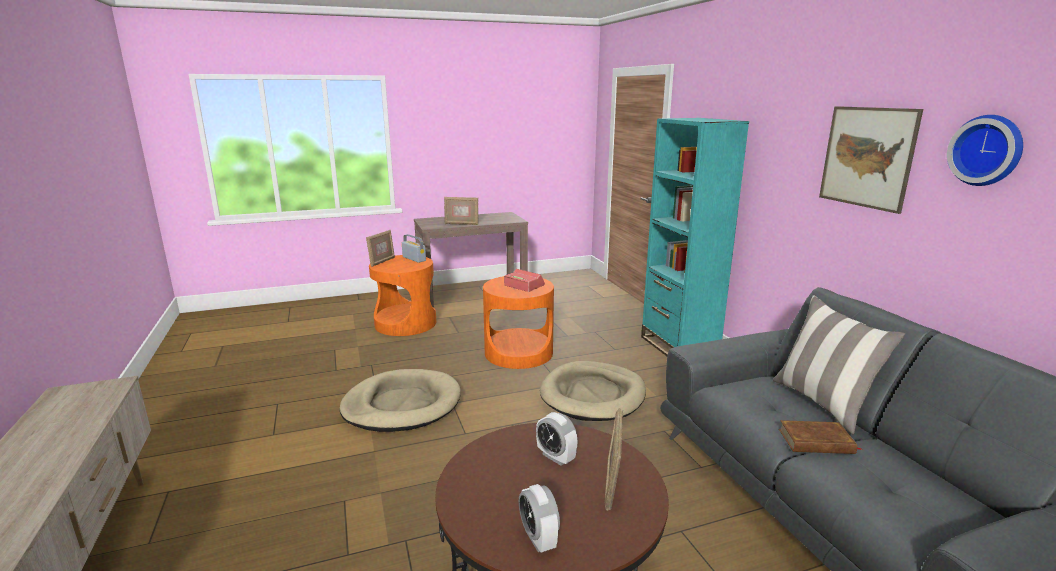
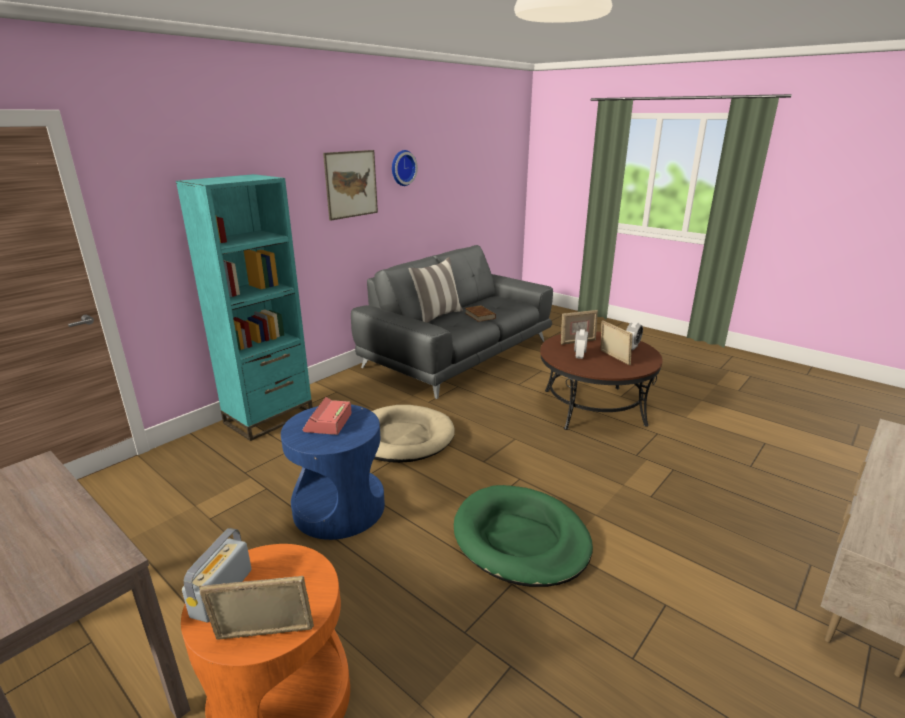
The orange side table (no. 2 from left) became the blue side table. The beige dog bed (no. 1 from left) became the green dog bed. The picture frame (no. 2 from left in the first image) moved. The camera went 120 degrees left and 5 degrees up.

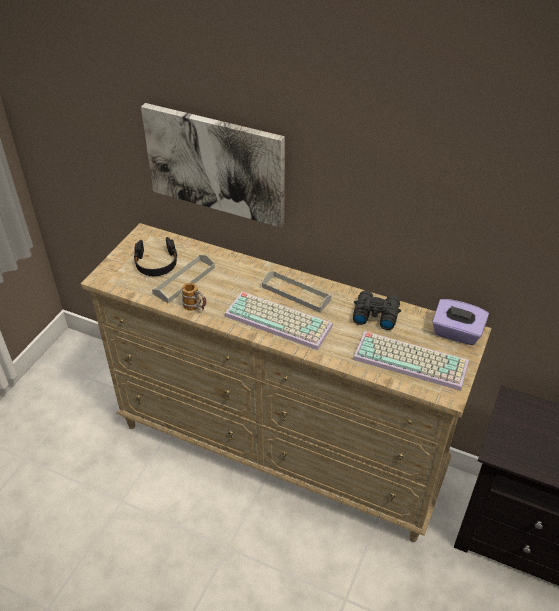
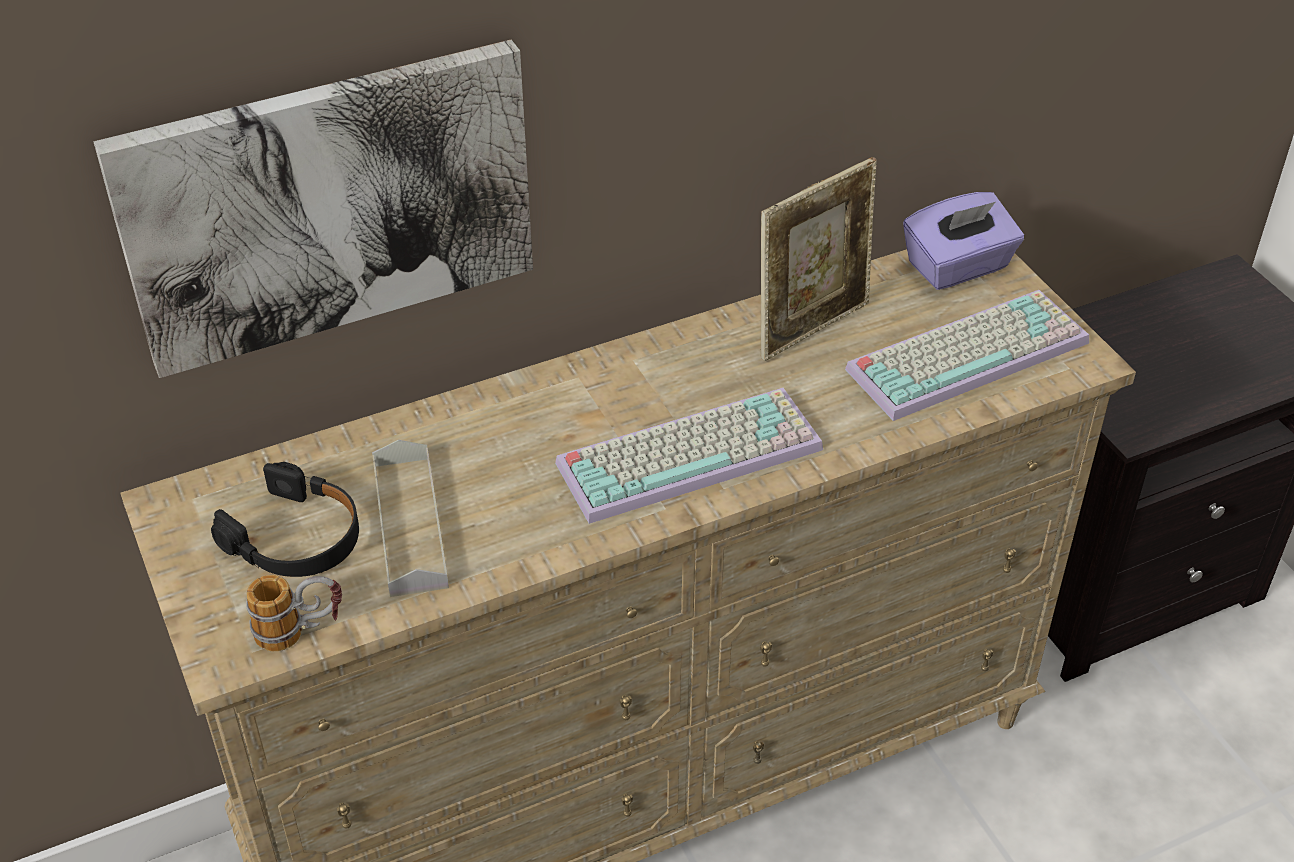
The mug moved. The black binoculars was replaced by the picture frame. The grey tray (no. 2 from left) disappeared. The camera went 50 degrees left and 0 degrees up.

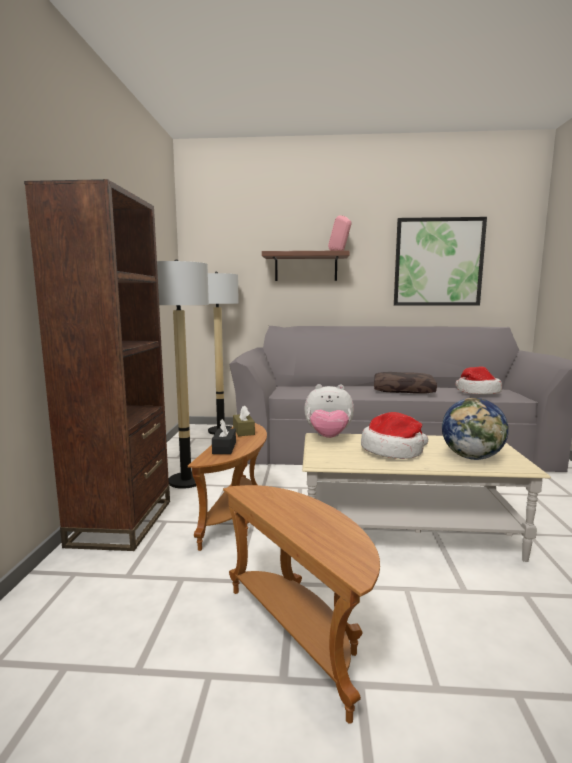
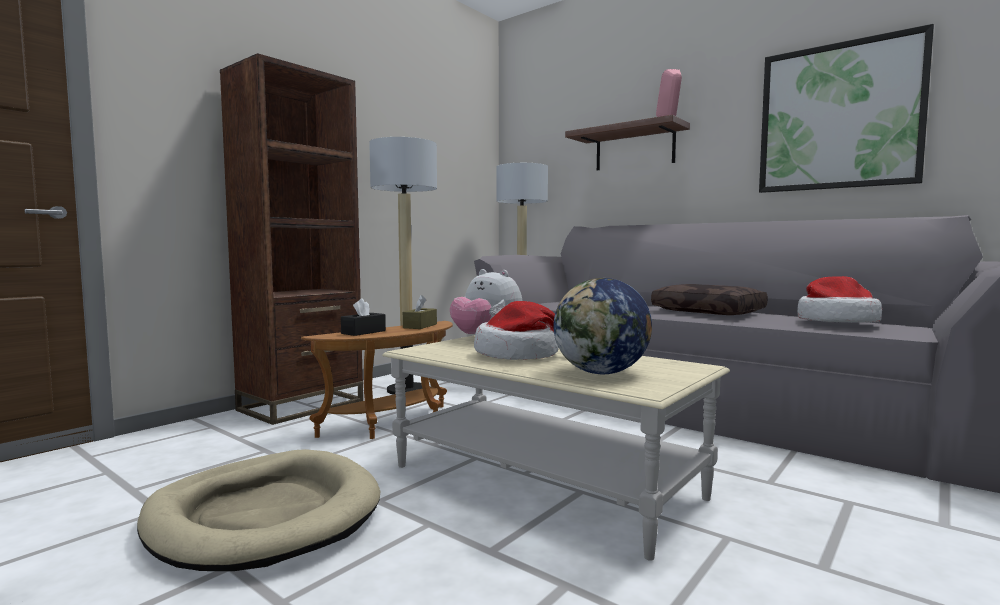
The brown side table (no. 2 from left) was replaced by the beige dog bed. The camera went 35 degrees right and 5 degrees down.

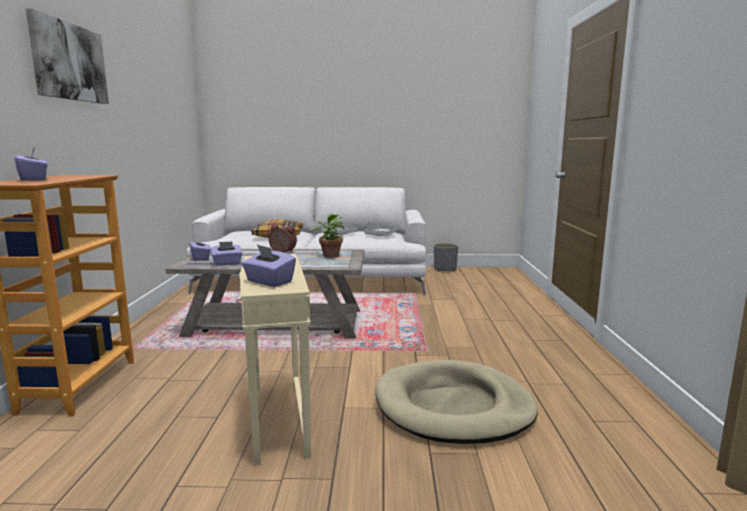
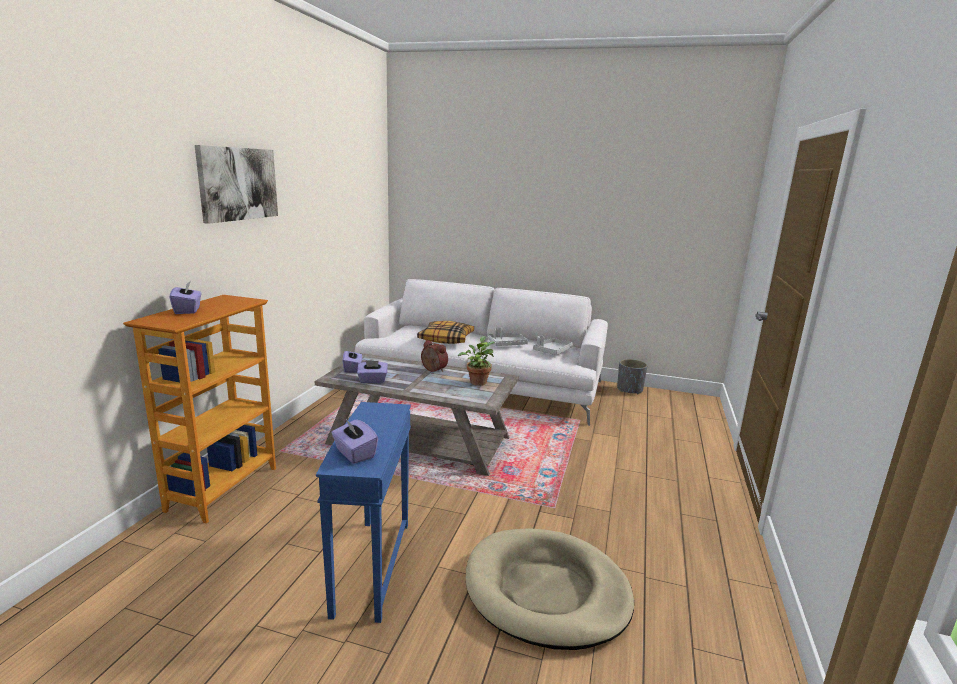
The beige side table became the blue side table. The camera went 15 degrees right and 5 degrees up.

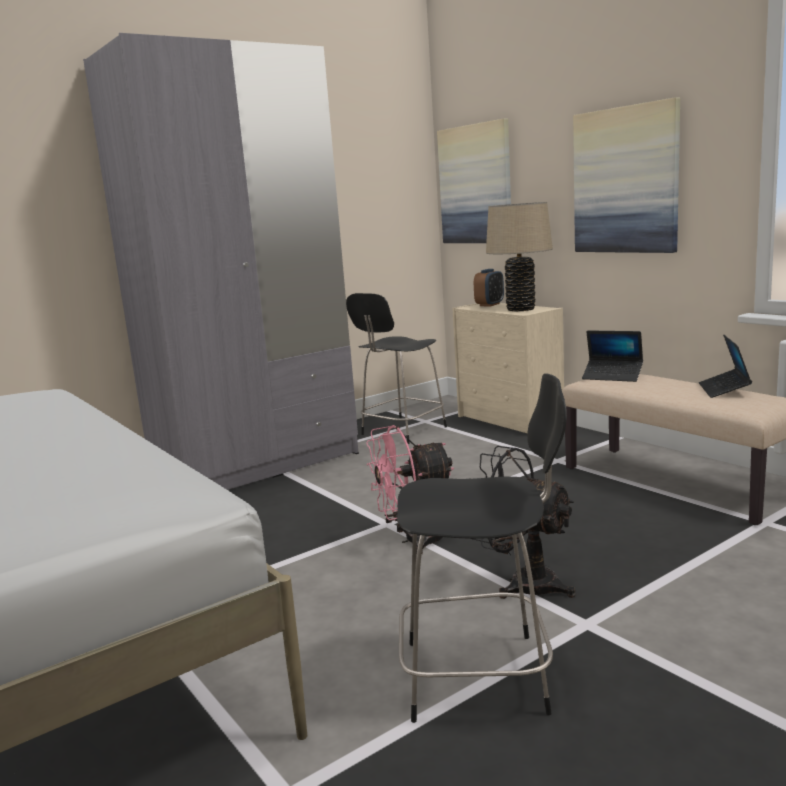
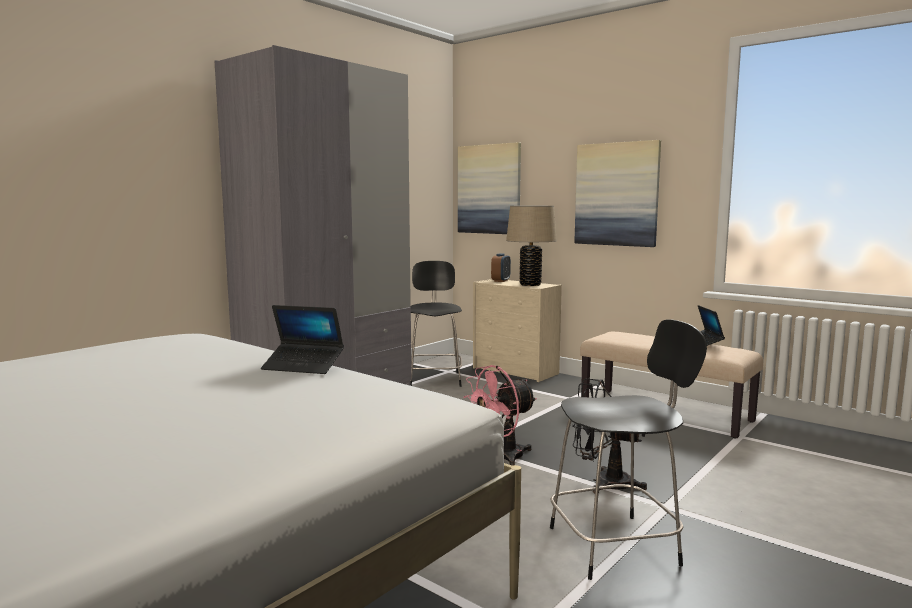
The laptop (no. 1 from left) moved. The black chair (no. 1 from left) turned 150 degrees clockwise. The camera went 15 degrees left and 5 degrees down.

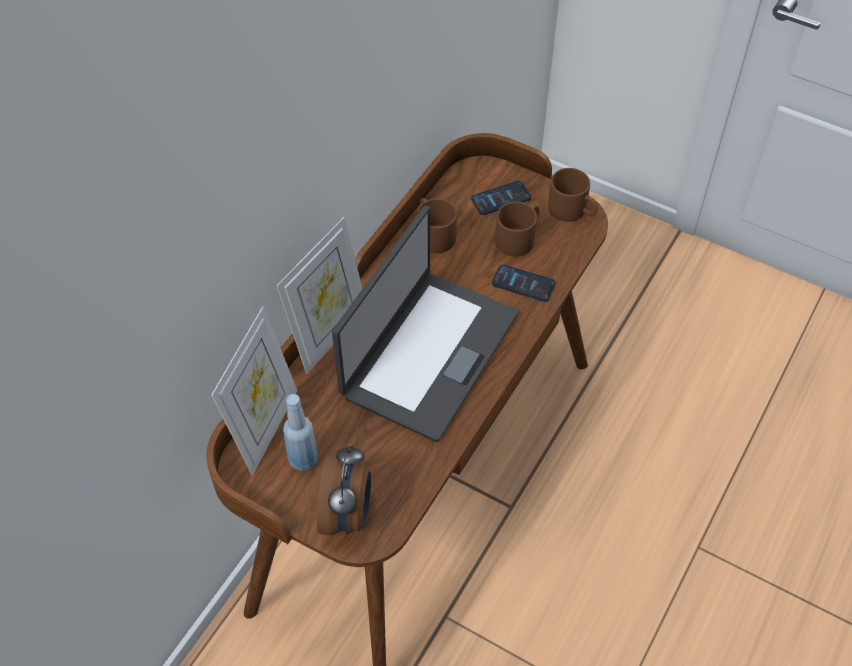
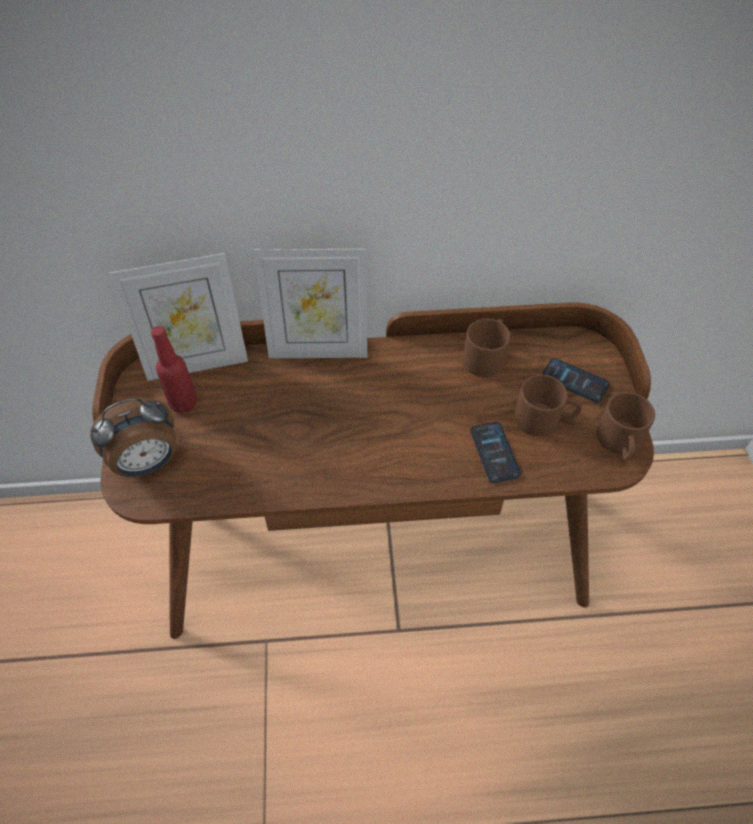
The blue bottle became the red bottle. The laptop disappeared. The camera went 55 degrees right and 0 degrees up.

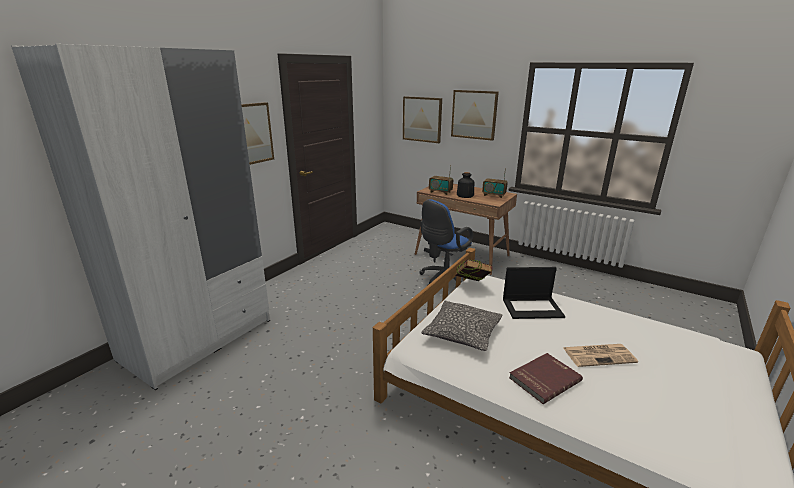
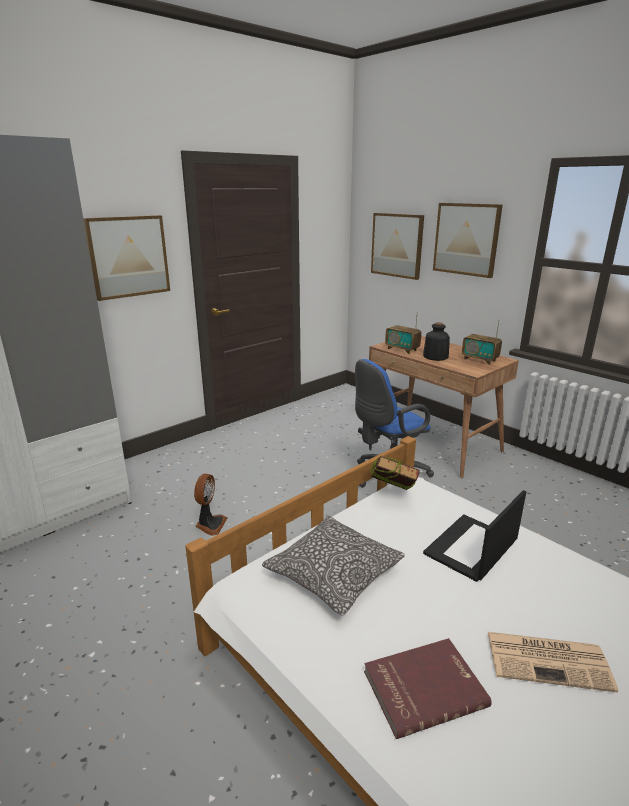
The fan appeared. The laptop turned 120 degrees clockwise. The camera went 15 degrees right and 0 degrees up.

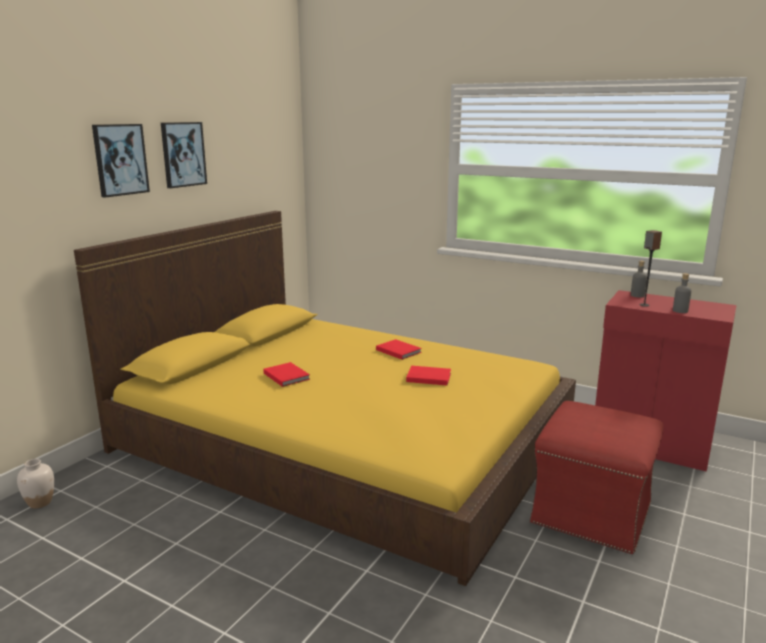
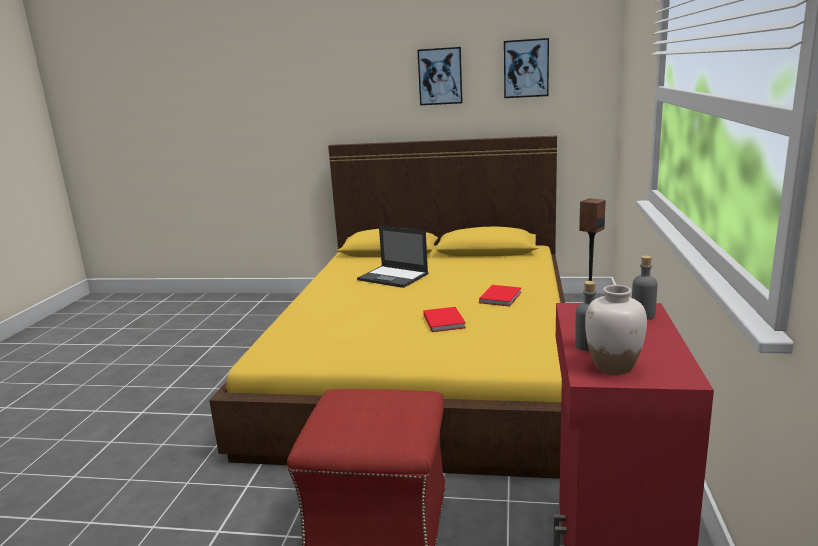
The red book (no. 1 from left) was replaced by the laptop. The picture (no. 1 from left in the first image) moved. The white vase moved. The camera went 70 degrees right and 0 degrees up.

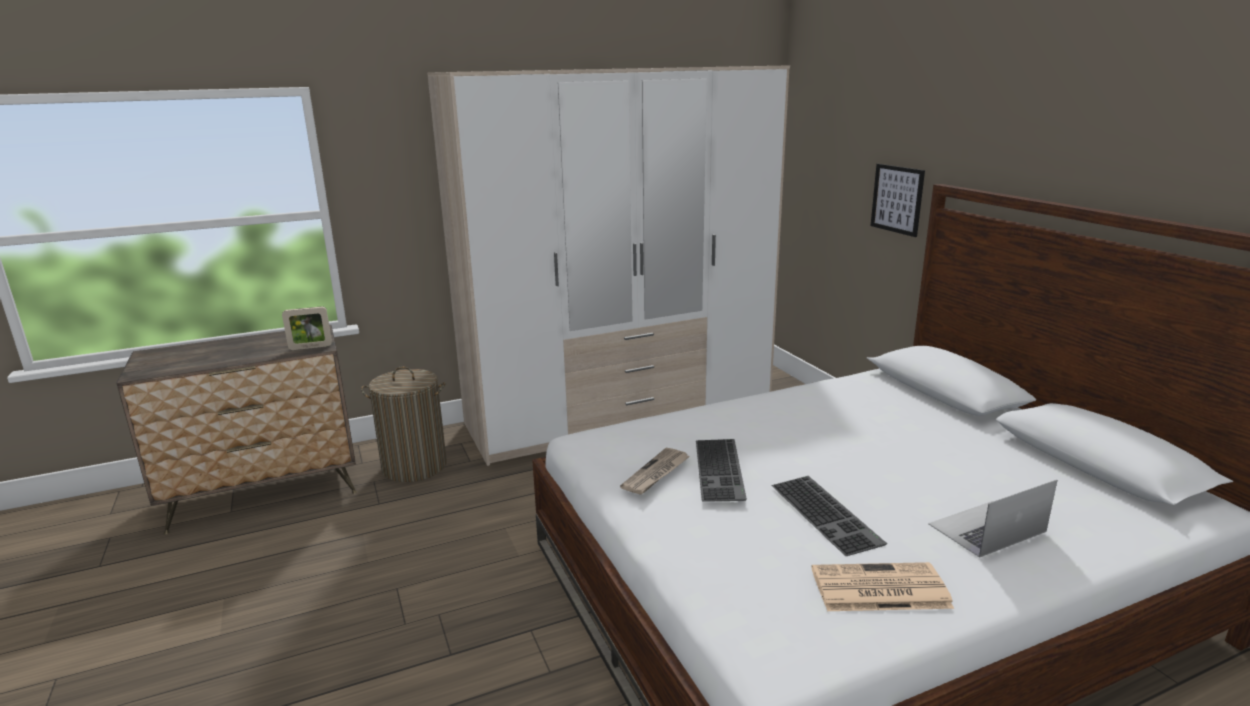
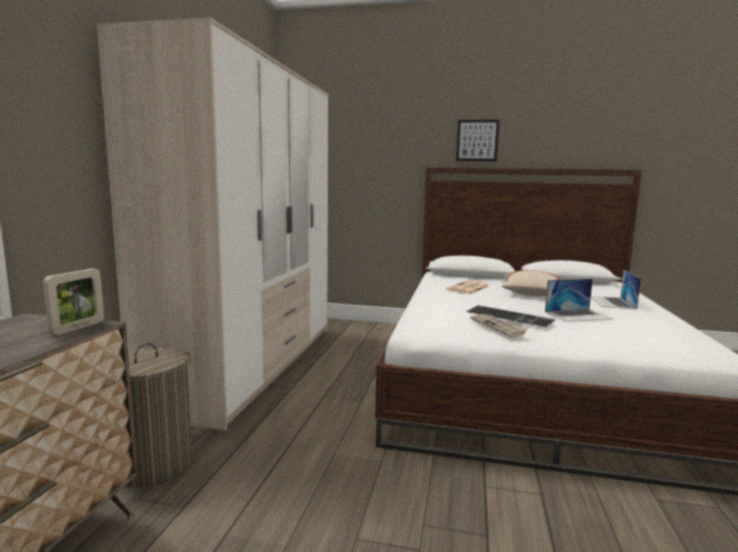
The newspaper (no. 2 from left in the first image) moved. The picture moved. The beige pillow appeared. The keyboard (no. 2 from left) was replaced by the laptop (no. 1 from left). The camera went 55 degrees left and 10 degrees down.

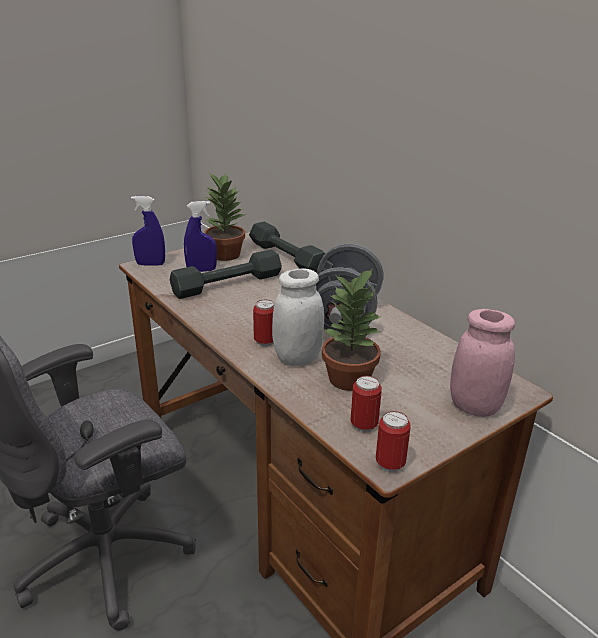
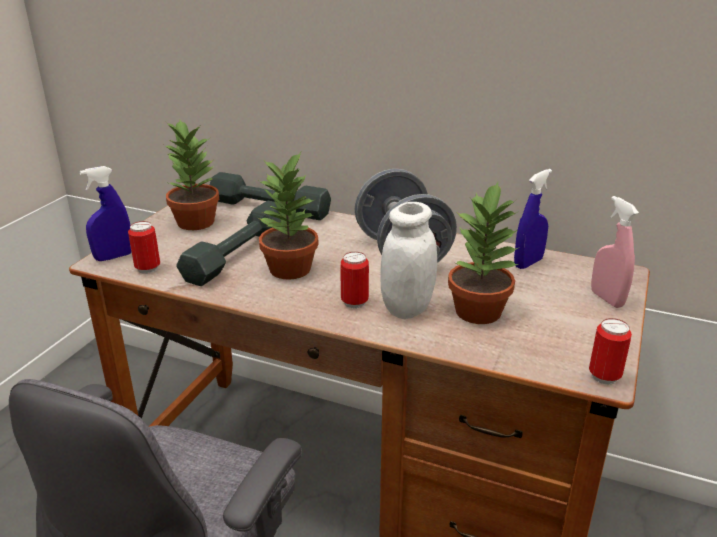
The can (no. 2 from left in the first image) moved. The potted plant (no. 2 from left) appeared. The blue spray bottle (no. 2 from left) moved. The pink jar was replaced by the pink spray bottle. The camera went 30 degrees left and 0 degrees up.

